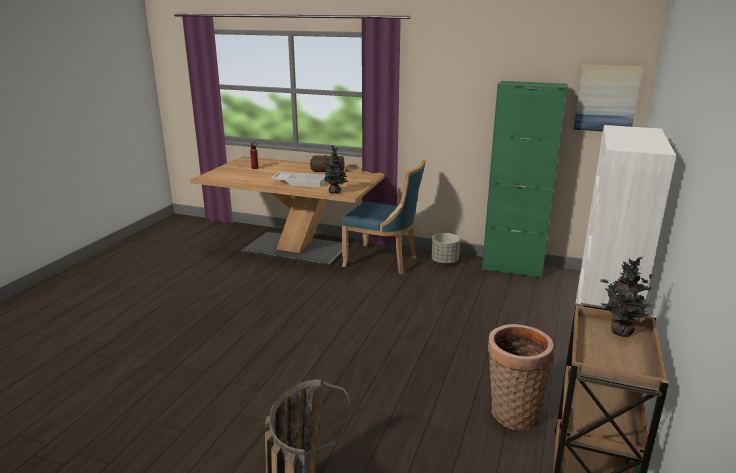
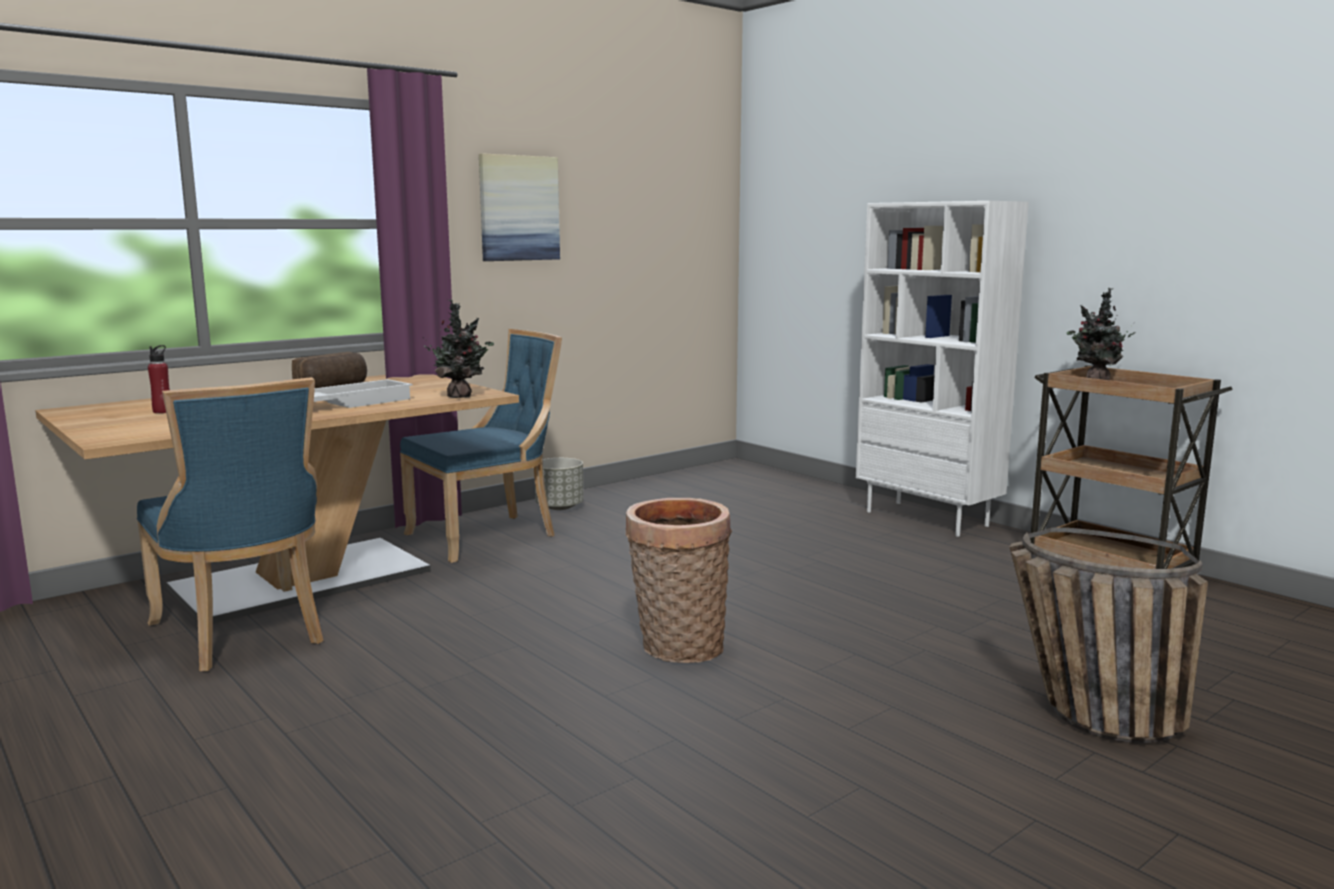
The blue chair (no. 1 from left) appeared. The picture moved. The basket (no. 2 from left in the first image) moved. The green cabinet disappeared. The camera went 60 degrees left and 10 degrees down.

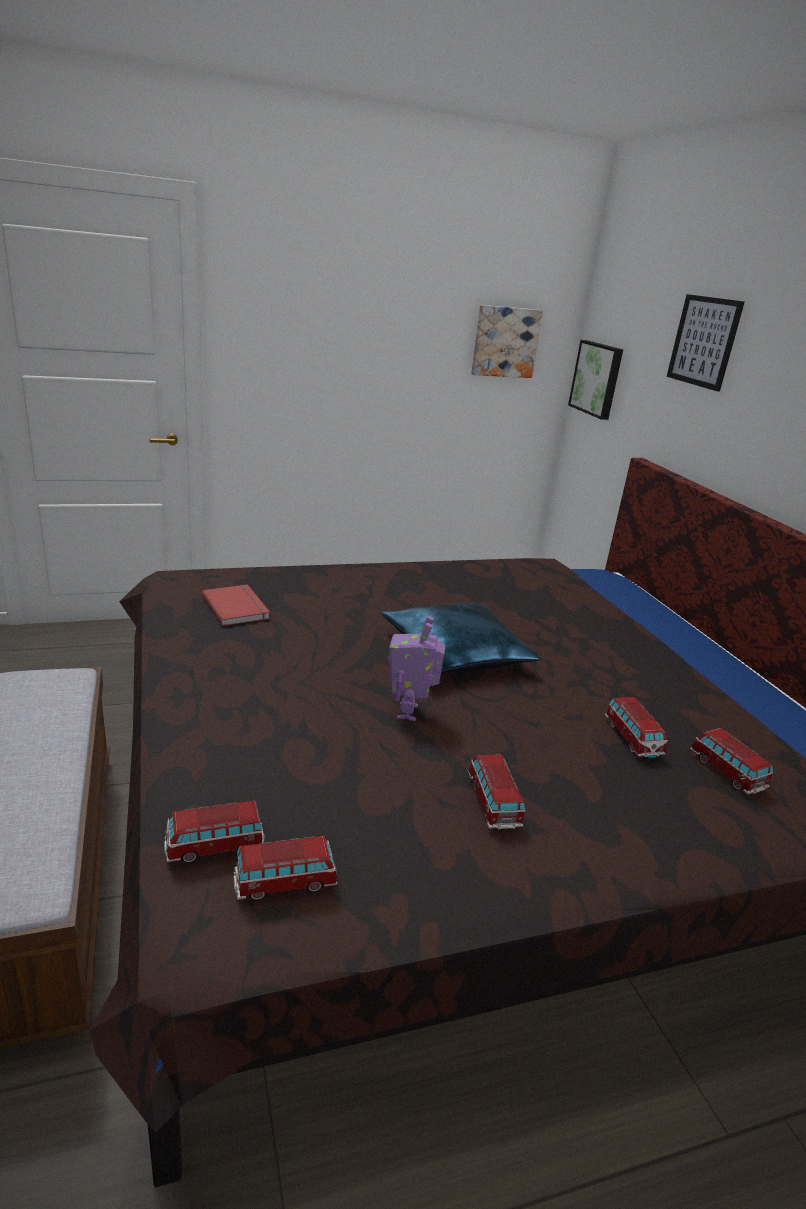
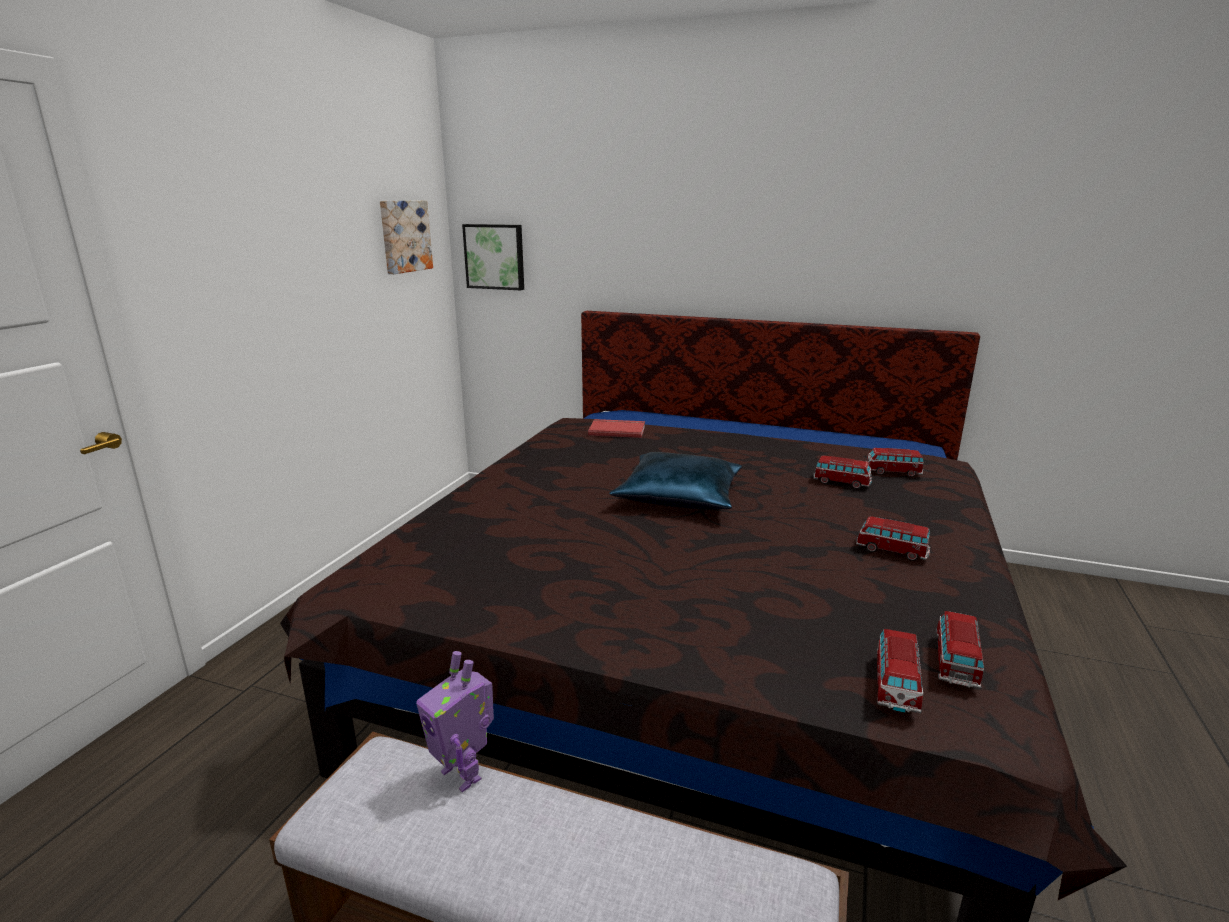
The toy robot moved. The red book moved. The picture (no. 3 from left) disappeared. The camera went 50 degrees left and 5 degrees down.

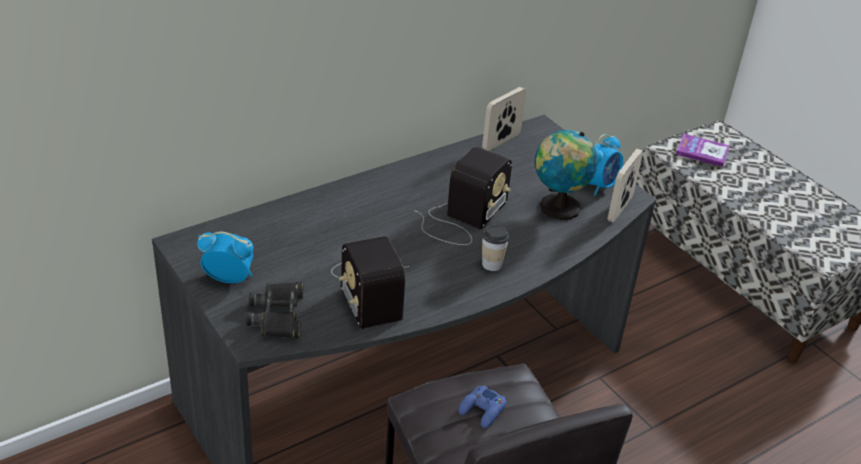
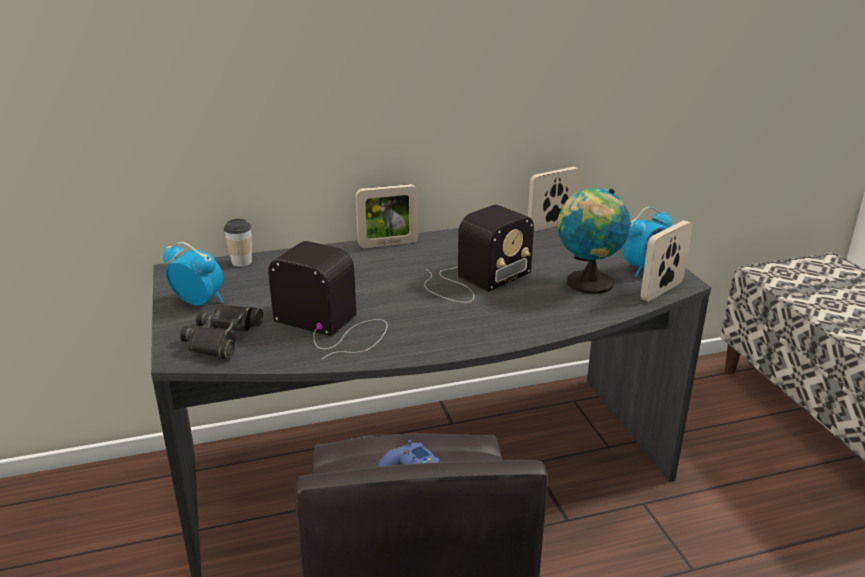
The cup moved. The radio (no. 1 from left) turned 120 degrees clockwise. The picture frame (no. 1 from left) appeared. The book disappeared. The camera went 20 degrees right and 10 degrees down.

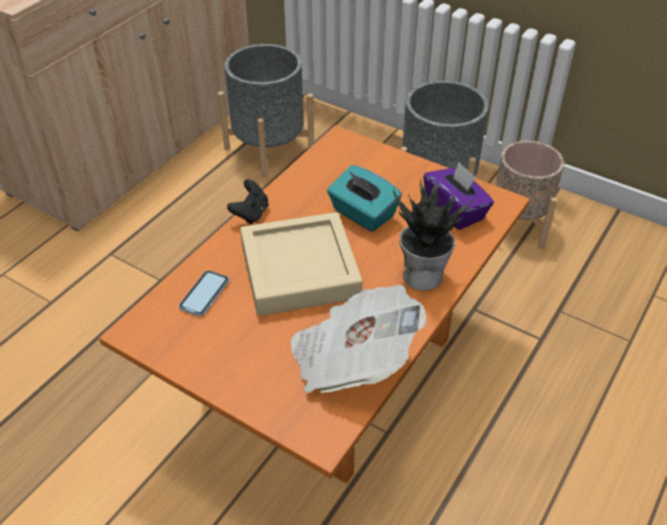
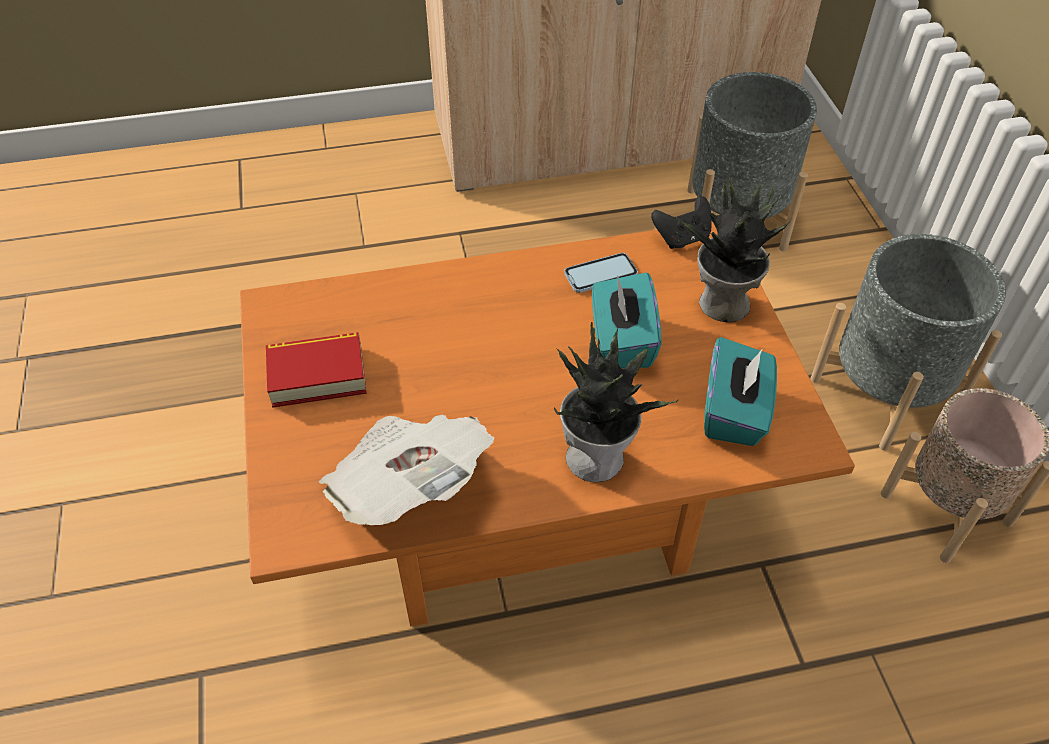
The book appeared. The phone moved. The black game controller moved. The potted plant (no. 2 from left) appeared. The purple tissue box became the turquoise tissue box (no. 2 from left). The beige tray disappeared. The camera went 45 degrees right and 5 degrees up.

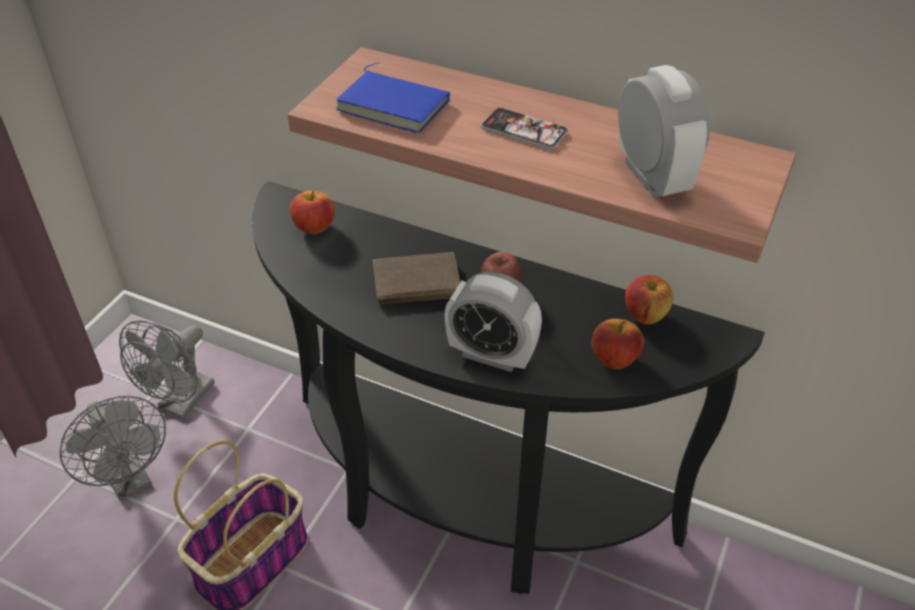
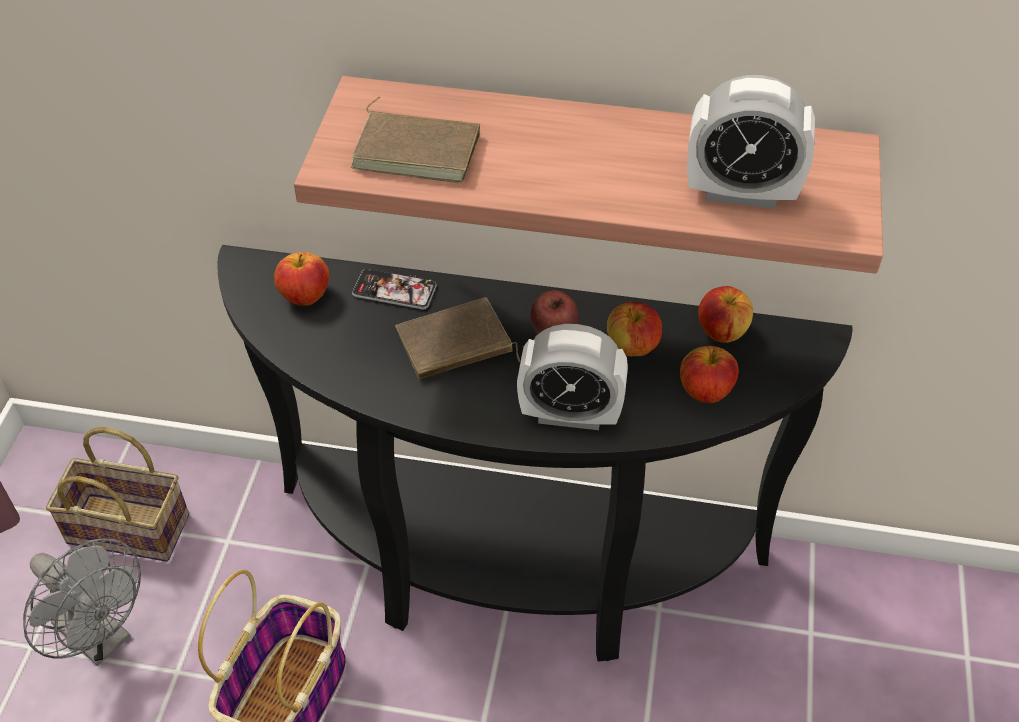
The grey fan (no. 2 from left) was replaced by the basket (no. 1 from left). The blue book became the brown book (no. 1 from left). The phone moved. The apple (no. 3 from left) appeared. The alarm clock (no. 2 from left) turned 135 degrees clockwise. The camera went 15 degrees left and 5 degrees up.

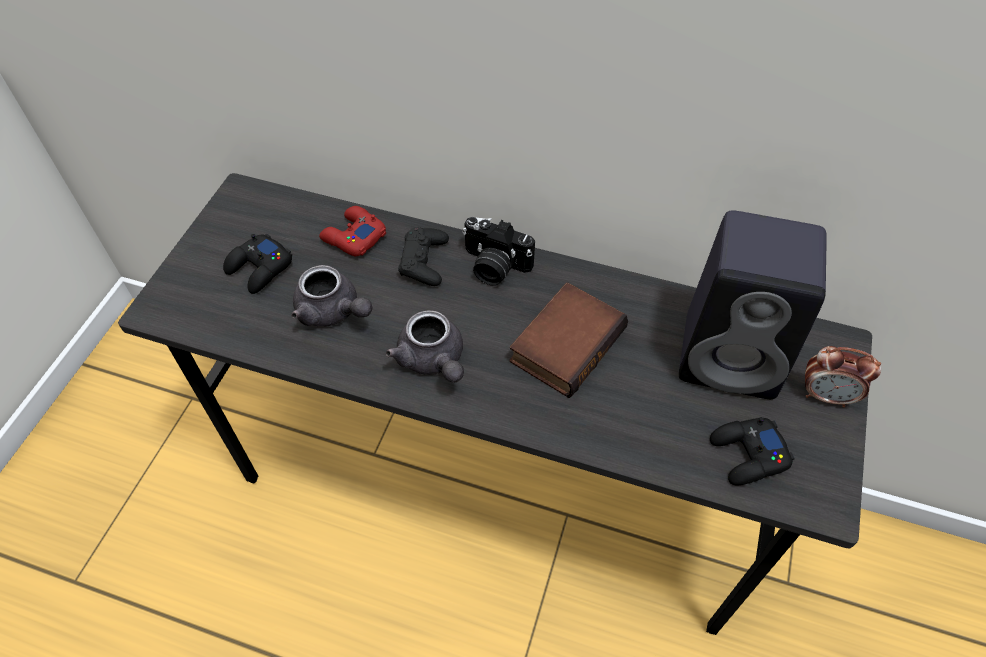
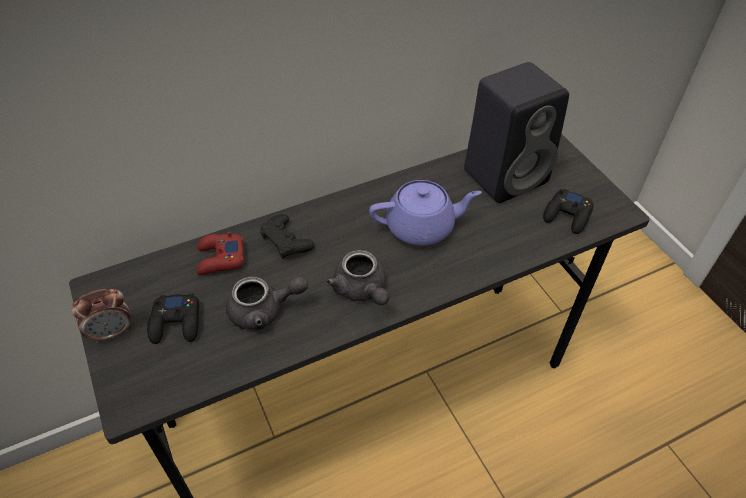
The alarm clock moved. The grey teapot (no. 2 from left) turned 45 degrees clockwise. The book was replaced by the purple teapot. The photo camera disappeared. The camera went 45 degrees left and 5 degrees down.

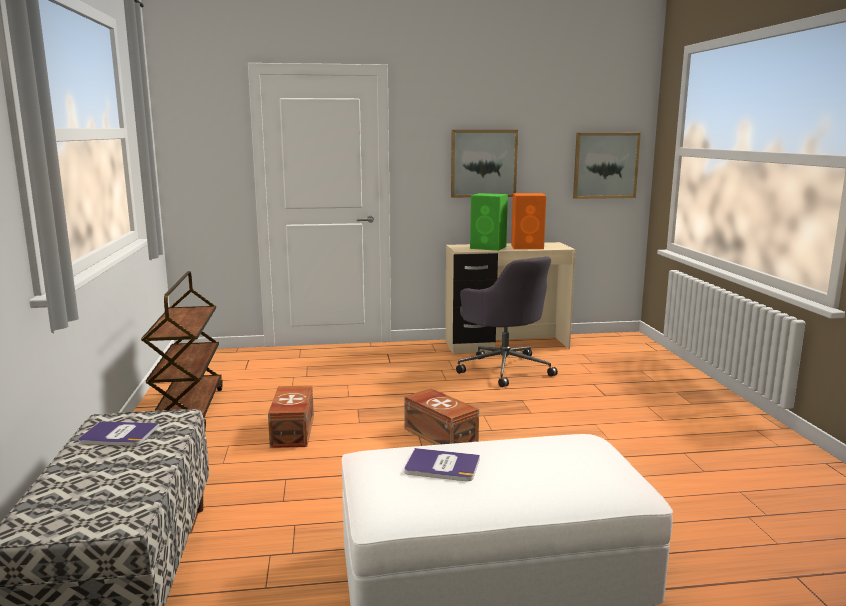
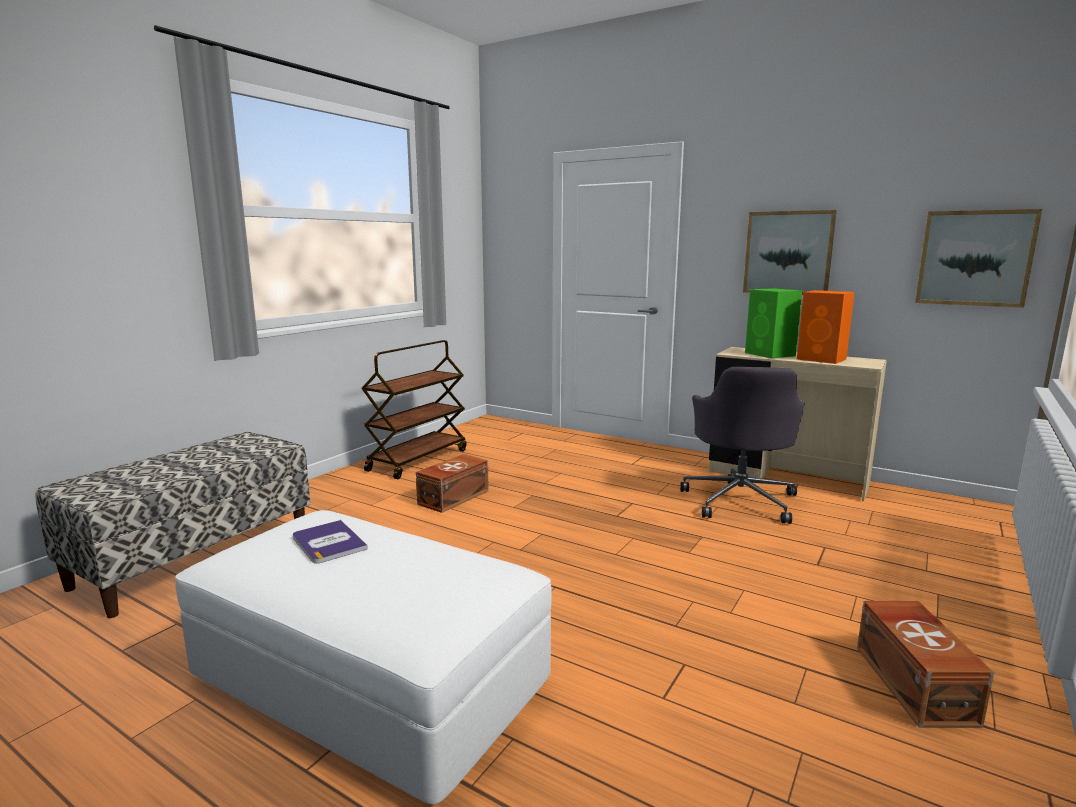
The brown storage box (no. 2 from left) moved. The book (no. 1 from left) disappeared. The camera went 40 degrees right and 0 degrees up.

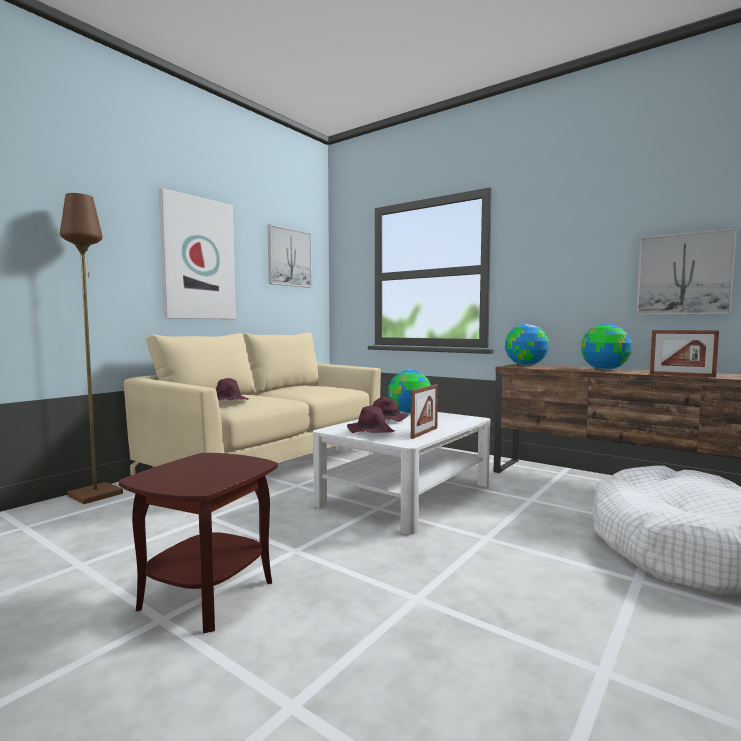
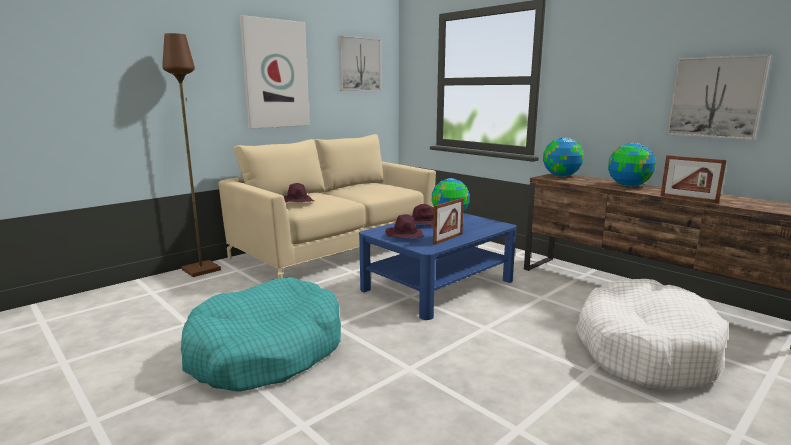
The brown side table was replaced by the turquoise dog bed. The white coffee table became the blue coffee table. The camera went 10 degrees right and 10 degrees up.

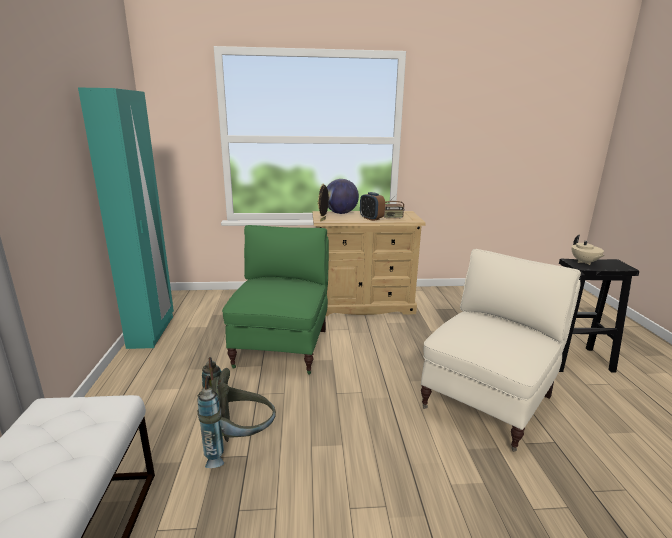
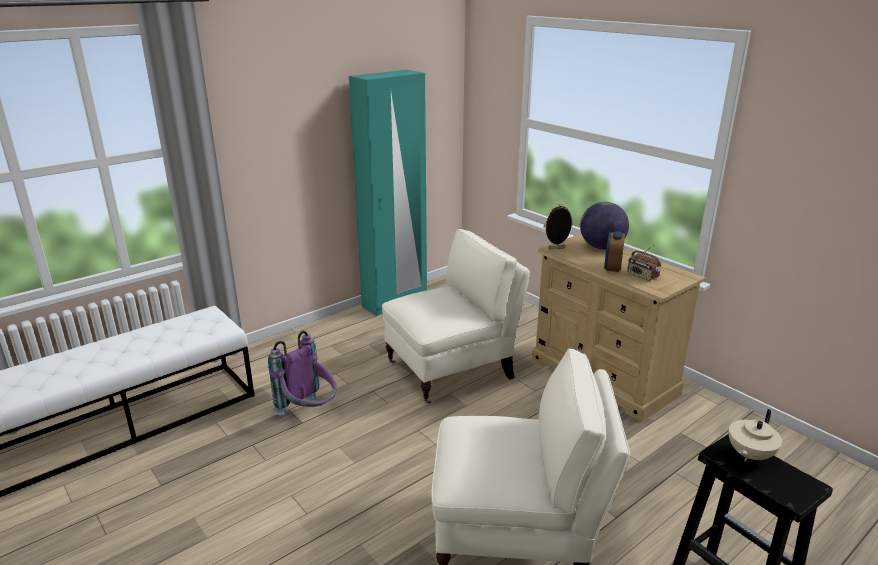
The grey backpack became the purple backpack. The green armchair became the beige armchair (no. 1 from left). The camera went 55 degrees right and 5 degrees up.

